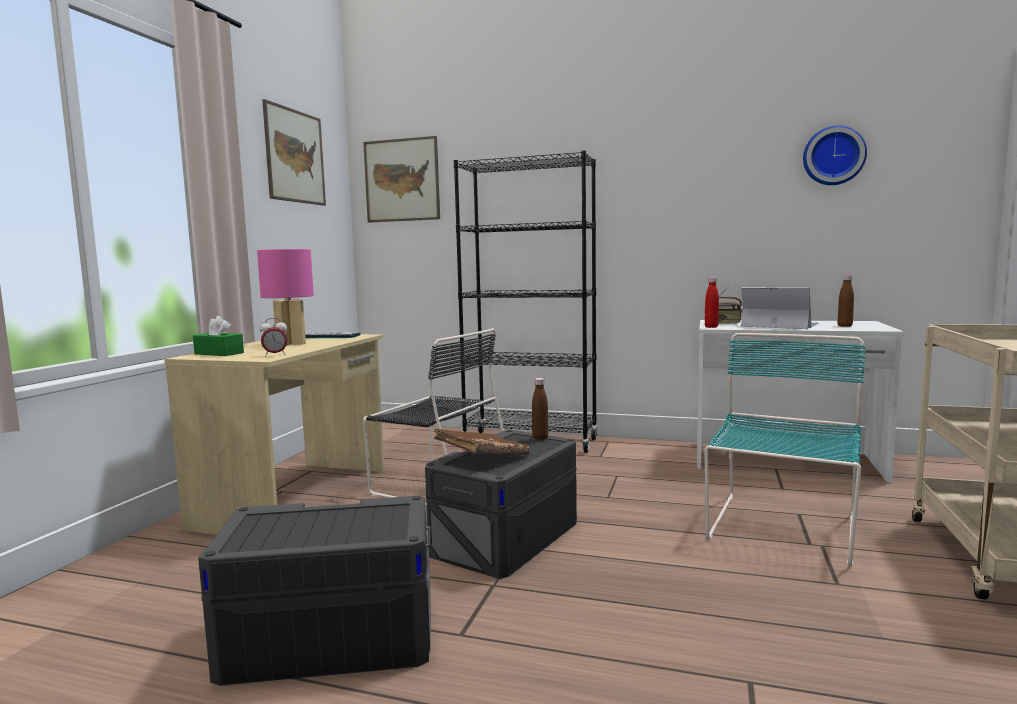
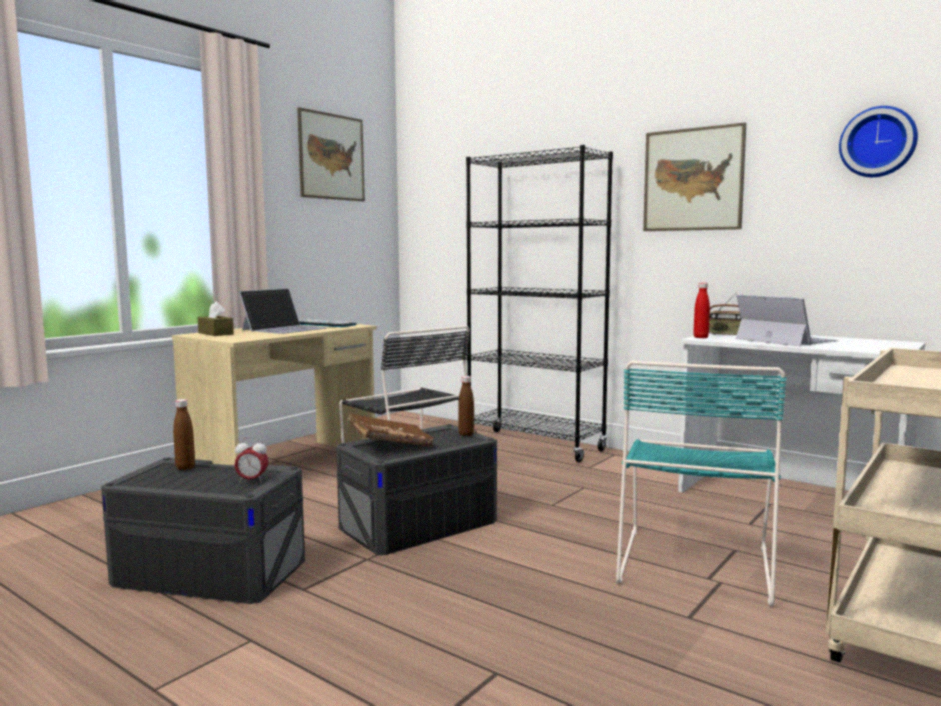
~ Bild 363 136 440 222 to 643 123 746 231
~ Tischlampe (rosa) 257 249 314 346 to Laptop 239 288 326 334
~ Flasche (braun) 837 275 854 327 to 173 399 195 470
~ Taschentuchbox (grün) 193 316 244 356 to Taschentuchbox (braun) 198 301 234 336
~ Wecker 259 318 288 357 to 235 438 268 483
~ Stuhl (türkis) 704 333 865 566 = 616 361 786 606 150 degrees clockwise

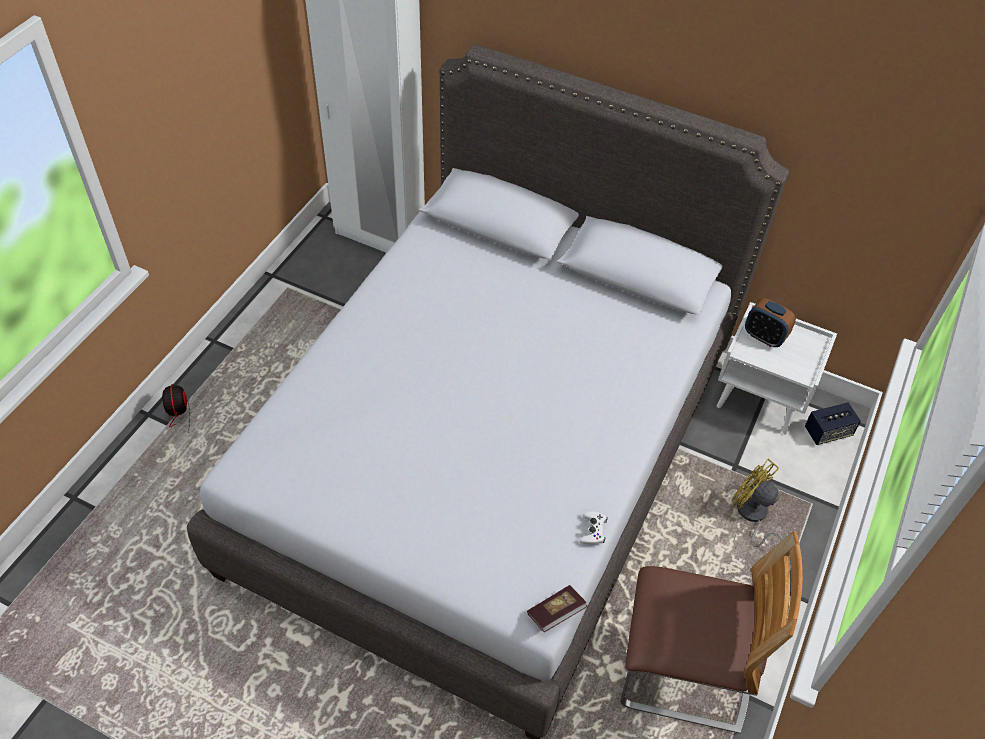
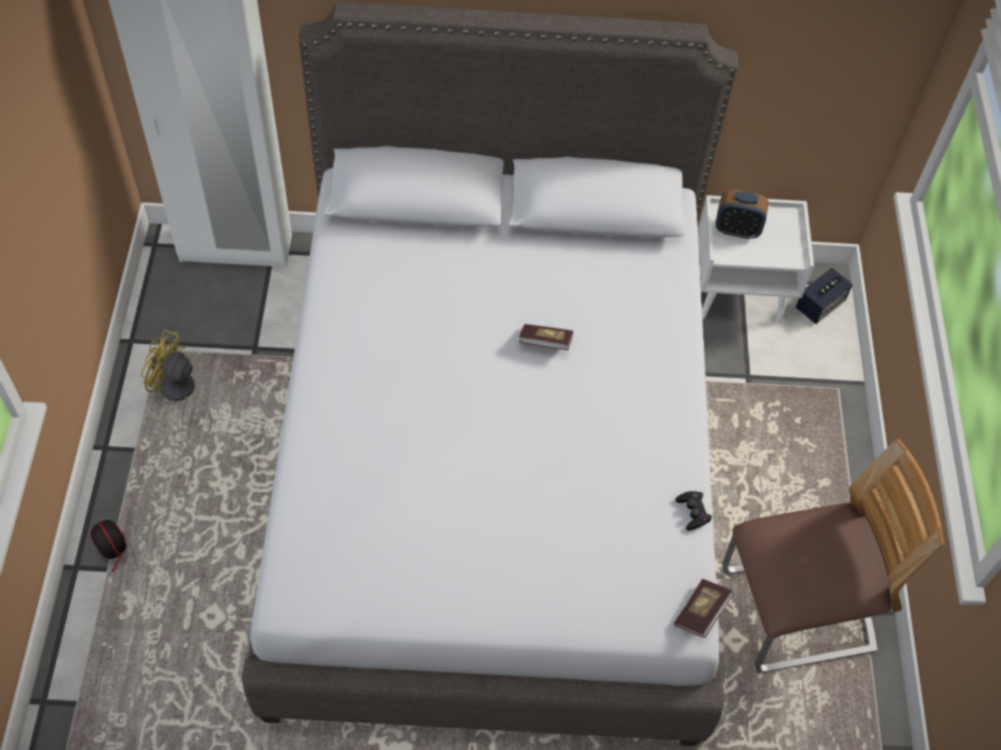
~ Ventilator (gelb) 732 459 783 547 to 141 330 212 432
~ Gamepad (weiß) 579 512 608 544 to Gamepad (schwarz) 675 491 712 531
+ Buch 519 324 573 350

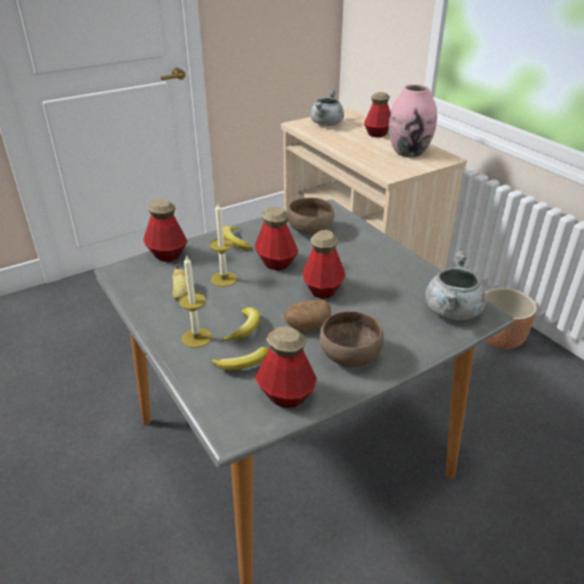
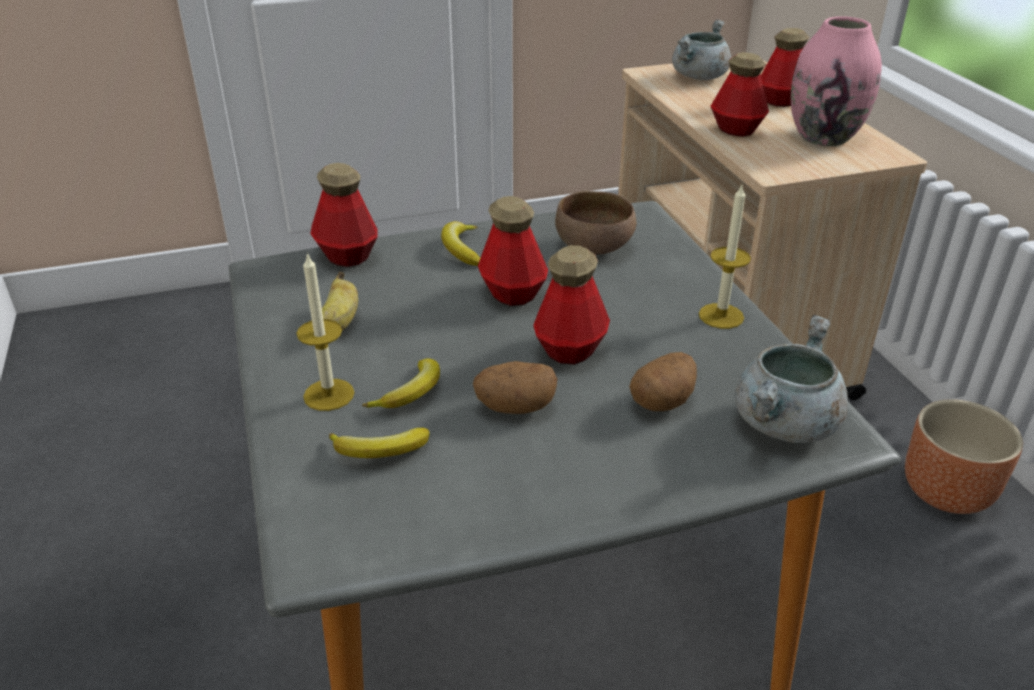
~ Kerze 210 203 237 287 to 699 185 751 329
- Schüssel (braun) 320 311 384 367
~ Flasche 255 327 317 408 to 711 52 769 137
+ Kartoffel 629 352 697 411

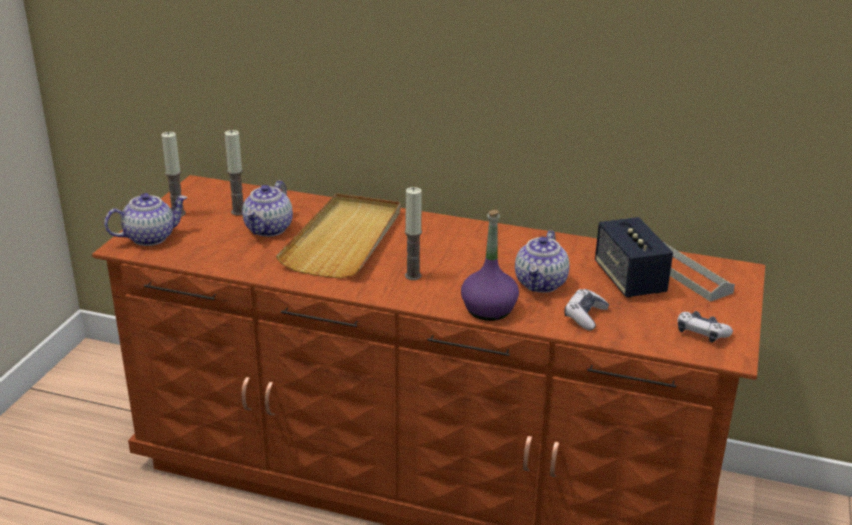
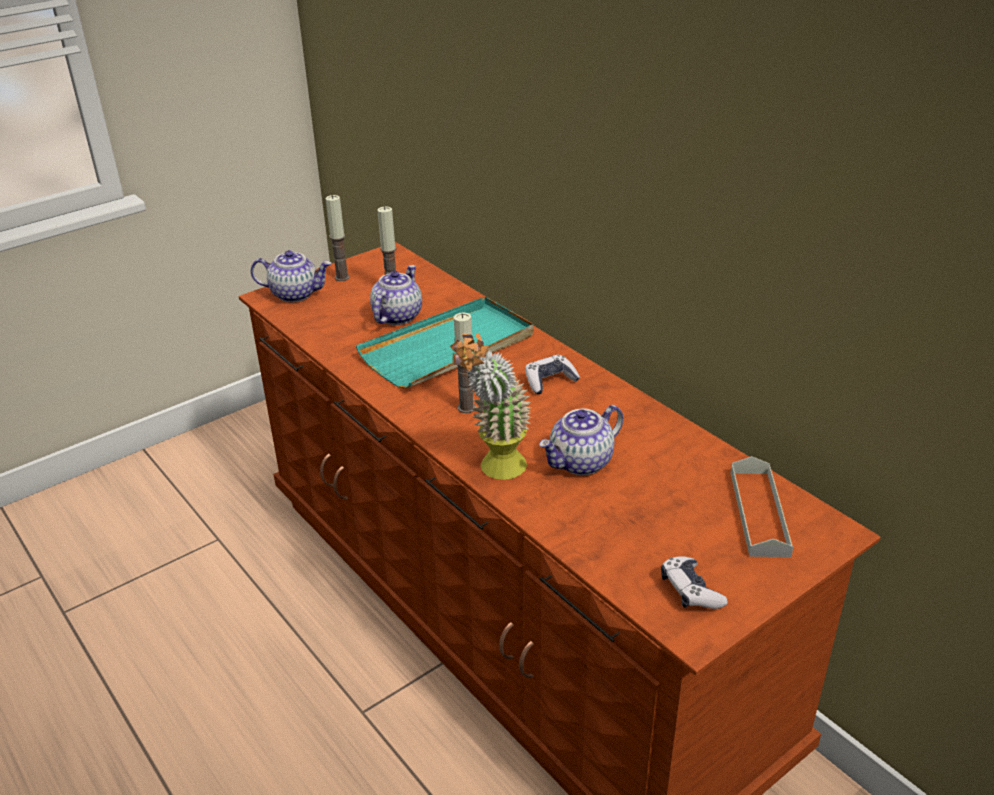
~ Teekanne 242 180 293 237 = 370 265 422 325 150 degrees clockwise
~ Tablett (beige) 276 193 400 279 to Tablett (türkis) 356 297 534 388
~ Flasche (lila) 461 210 519 321 to Topfpflanze 450 333 531 480
- Lautsprecher 595 217 673 297
~ Gamepad 564 289 609 330 to 525 355 580 394

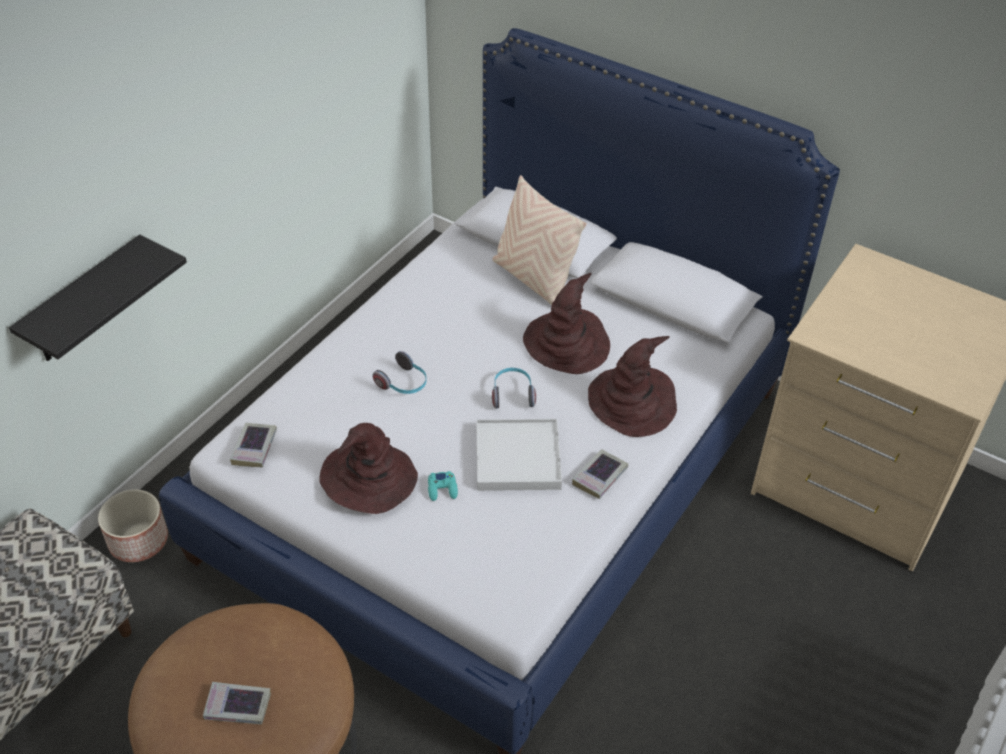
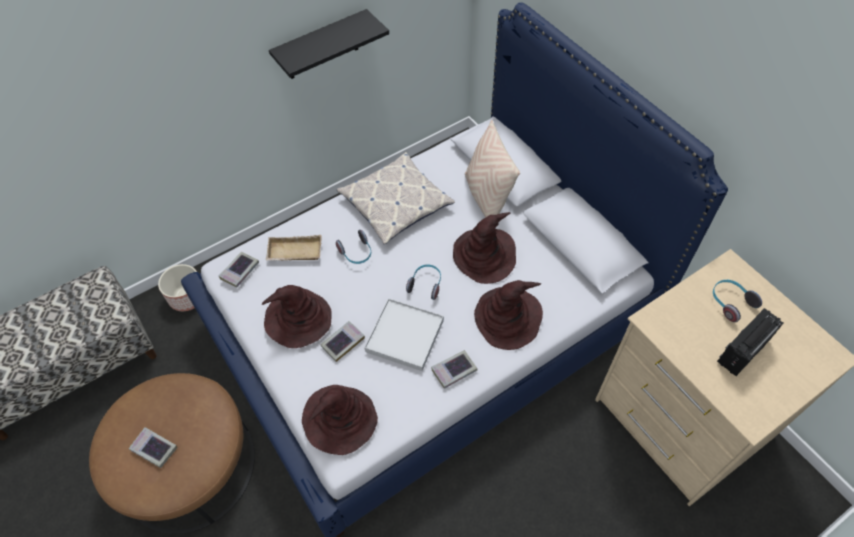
~ Wandregal (schwarz) 9 235 187 361 to 269 9 389 79
~ Gamepad (türkis) 428 471 458 501 to Buch 320 321 365 362
+ Kissen 337 152 455 244
+ Tablett (beige) 266 235 322 261
+ Kopfhörer 713 280 762 322
+ Radio 717 308 784 376
+ Hut (braun) 302 385 378 455

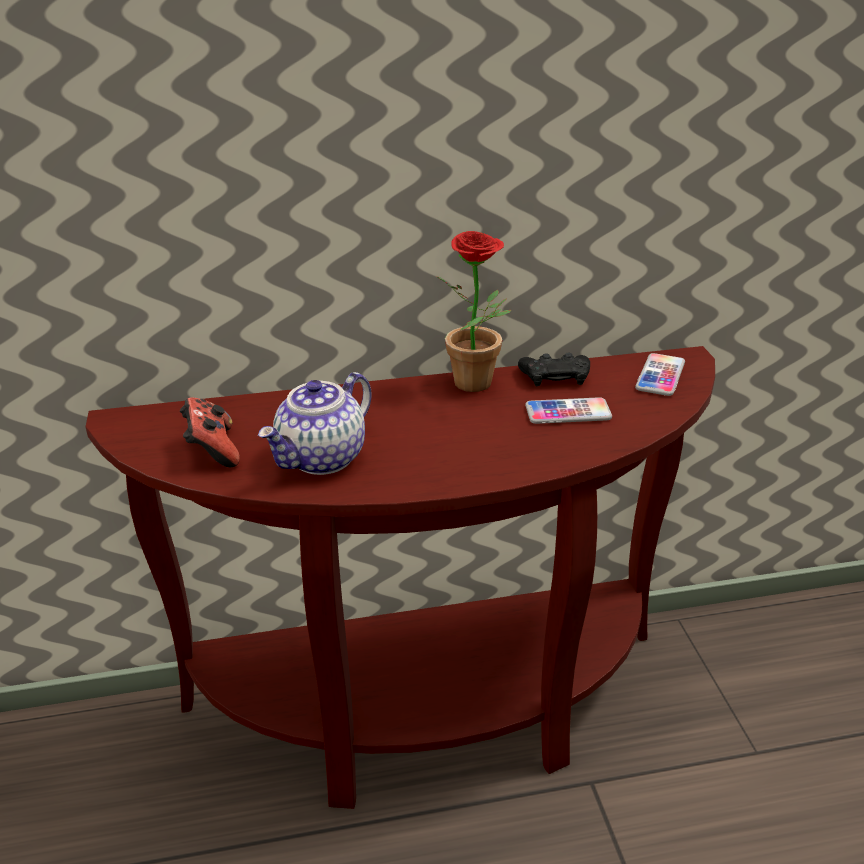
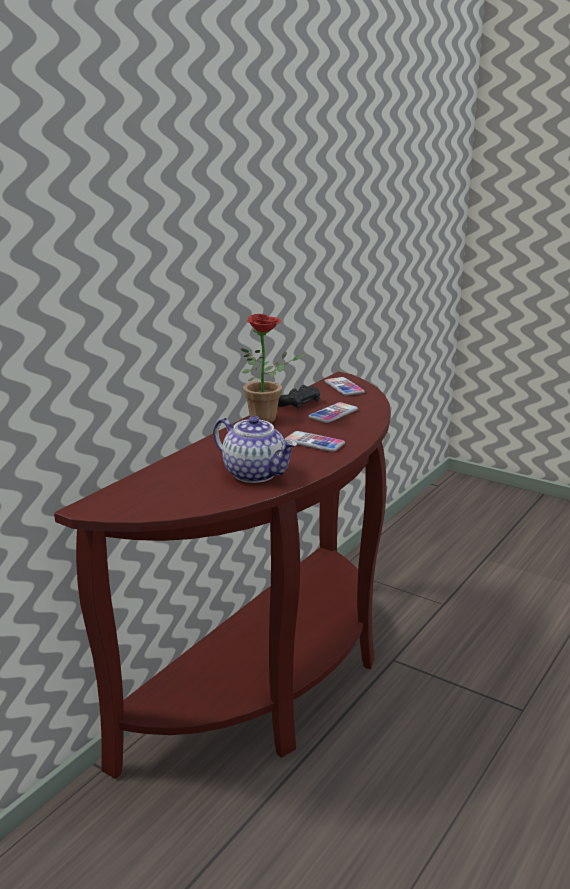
~ Teekanne 258 372 372 475 = 213 416 297 483 45 degrees counterclockwise
- Gamepad 180 397 240 467
+ Handy 285 431 345 452

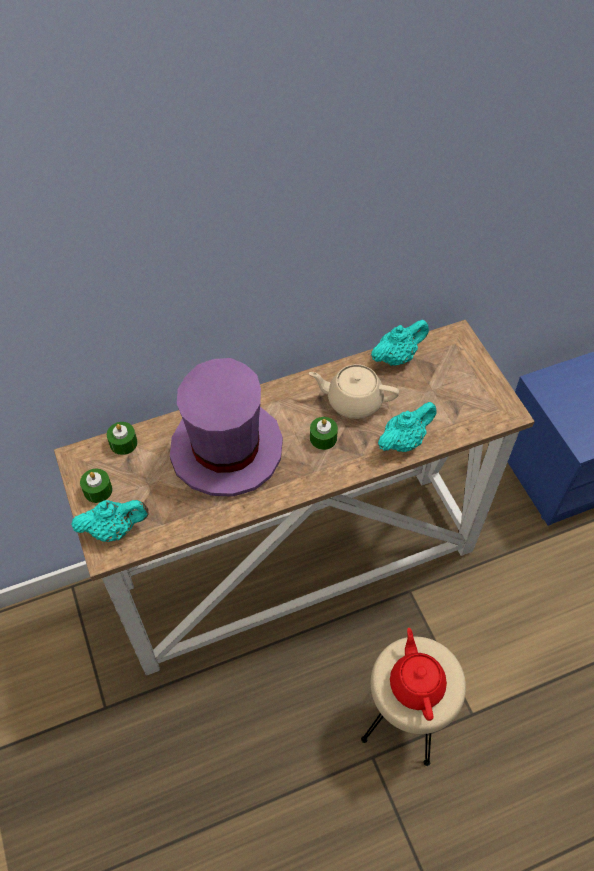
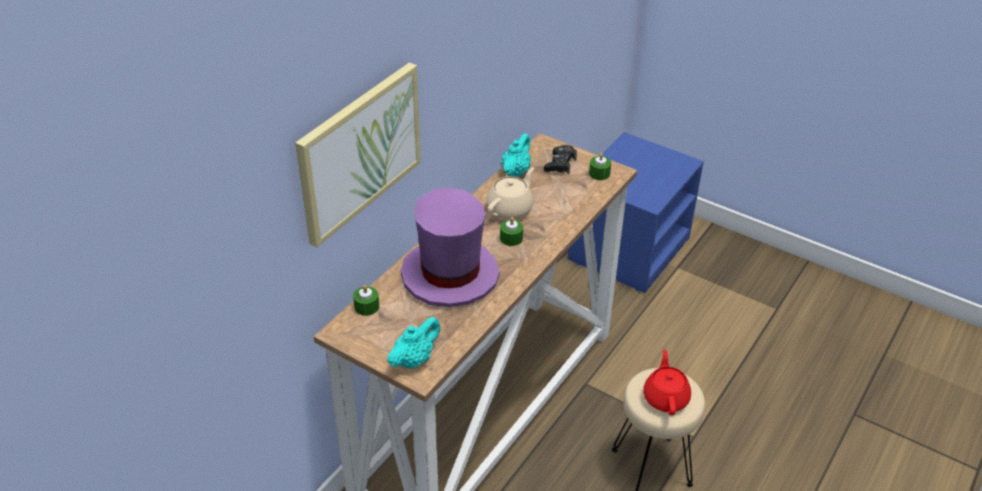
~ Teekanne (beige) 309 364 399 419 = 487 167 534 220 150 degrees clockwise
- Teekanne (türkis) 378 402 436 452
~ Kerze (grün) 80 469 113 503 to 589 153 611 180
~ Teekanne (rot) 390 628 447 721 = 643 349 691 416 45 degrees clockwise
+ Bild 295 62 421 248
+ Gamepad (schwarz) 544 145 577 175

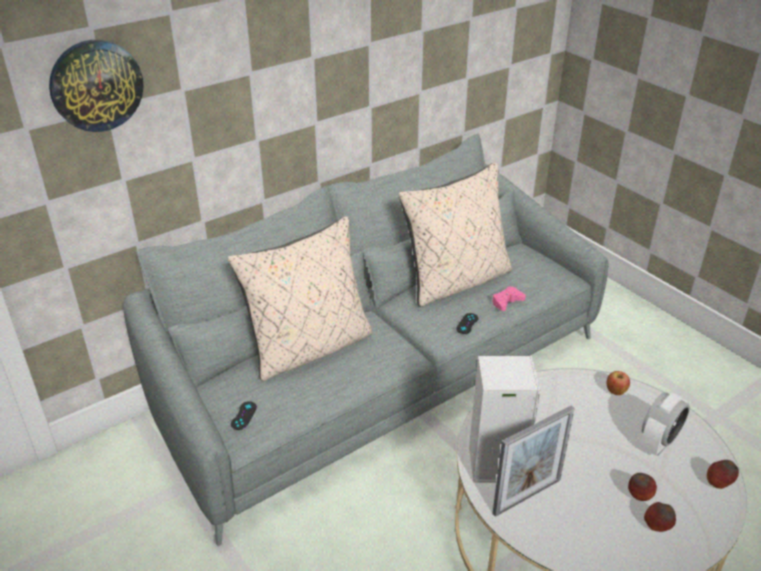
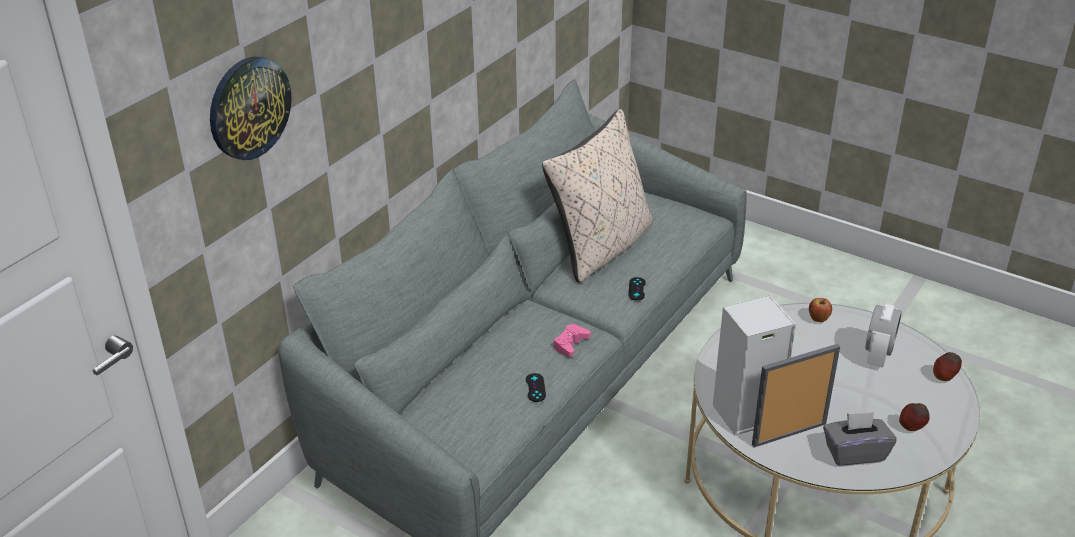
- Kissen (beige) 228 216 373 381
~ Gamepad (rosa) 492 286 526 311 to 553 324 590 357
~ Gamepad (schwarz) 231 401 257 430 to 526 373 546 402
~ Bilderrahmen 492 405 575 517 = 752 344 840 447 150 degrees counterclockwise
- Apfel 628 473 657 501
+ Taschentuchbox (grau) 823 412 897 466

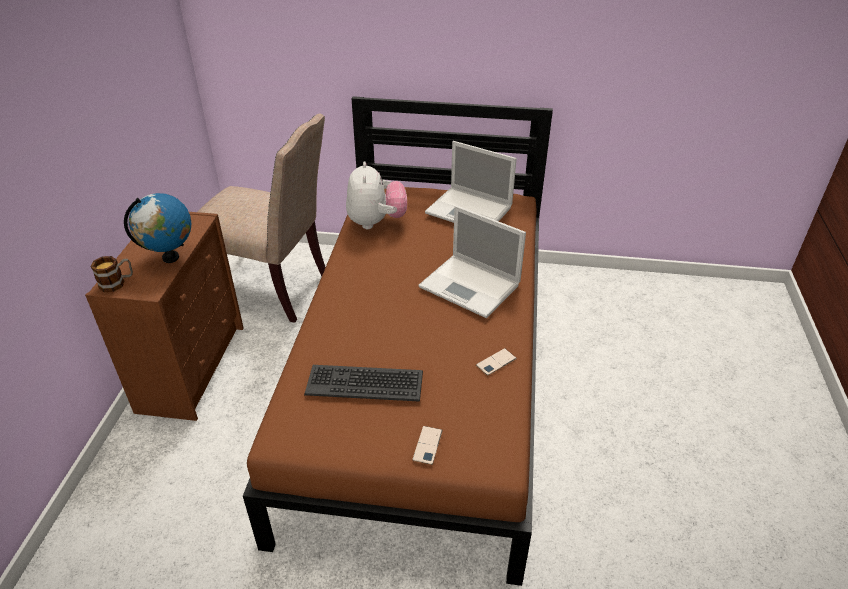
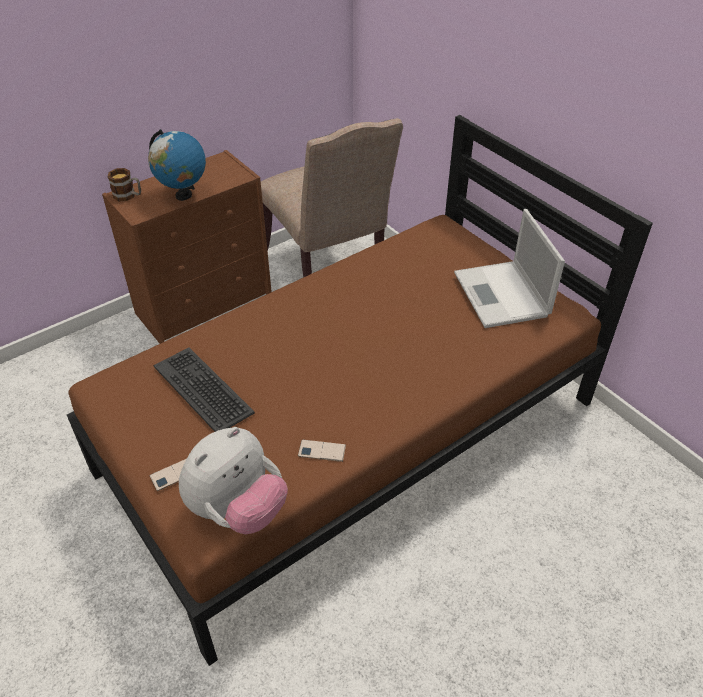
~ Plüschtier 346 161 407 229 to 179 427 288 534
- Laptop 418 205 526 318

